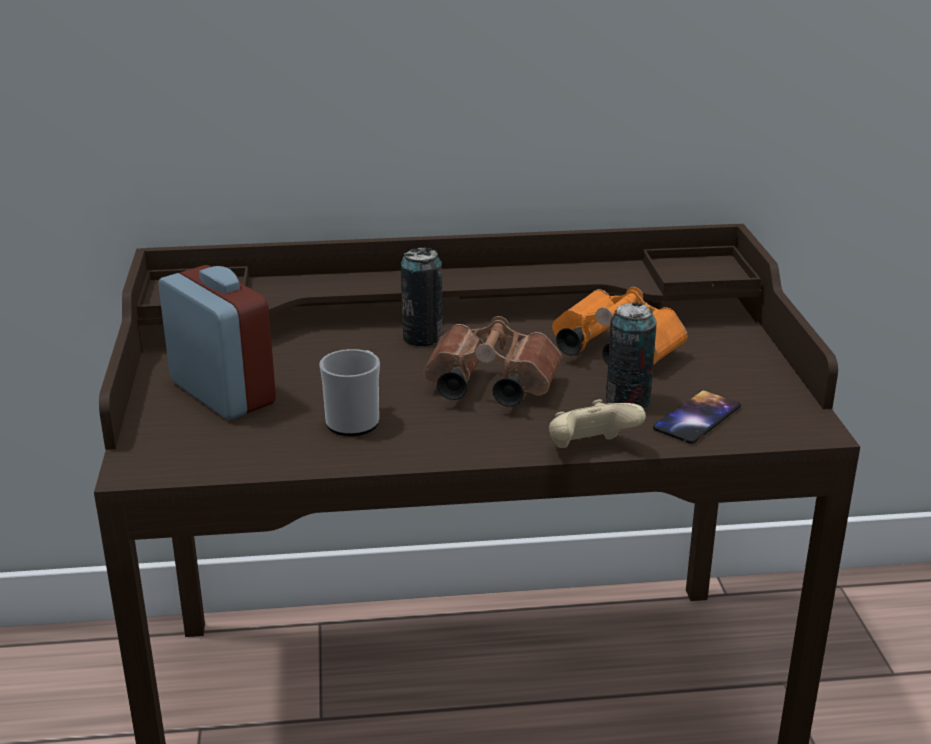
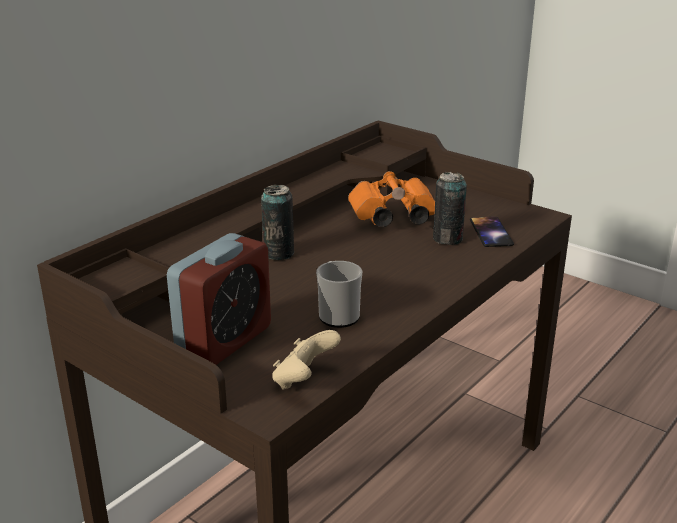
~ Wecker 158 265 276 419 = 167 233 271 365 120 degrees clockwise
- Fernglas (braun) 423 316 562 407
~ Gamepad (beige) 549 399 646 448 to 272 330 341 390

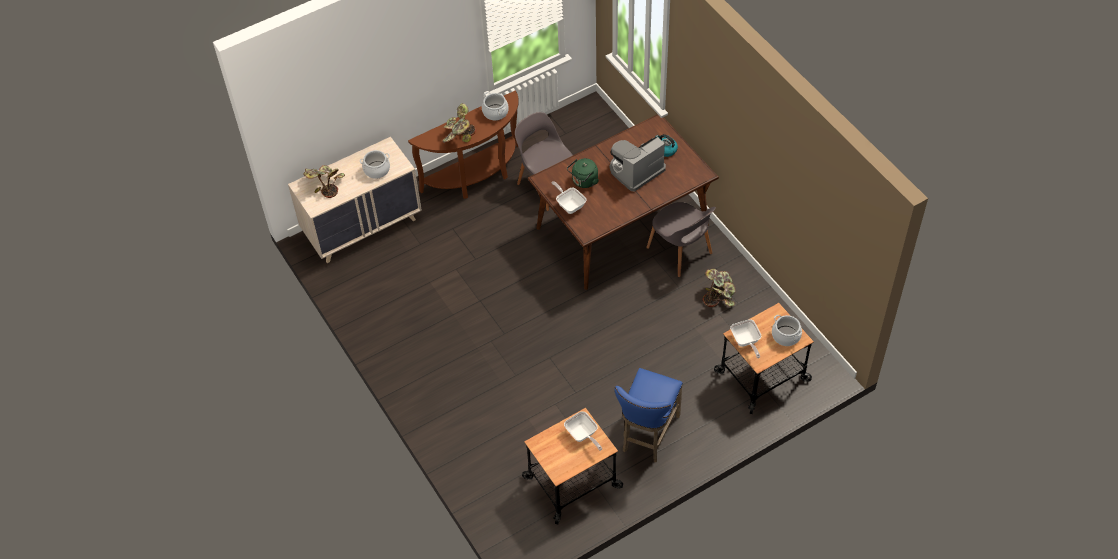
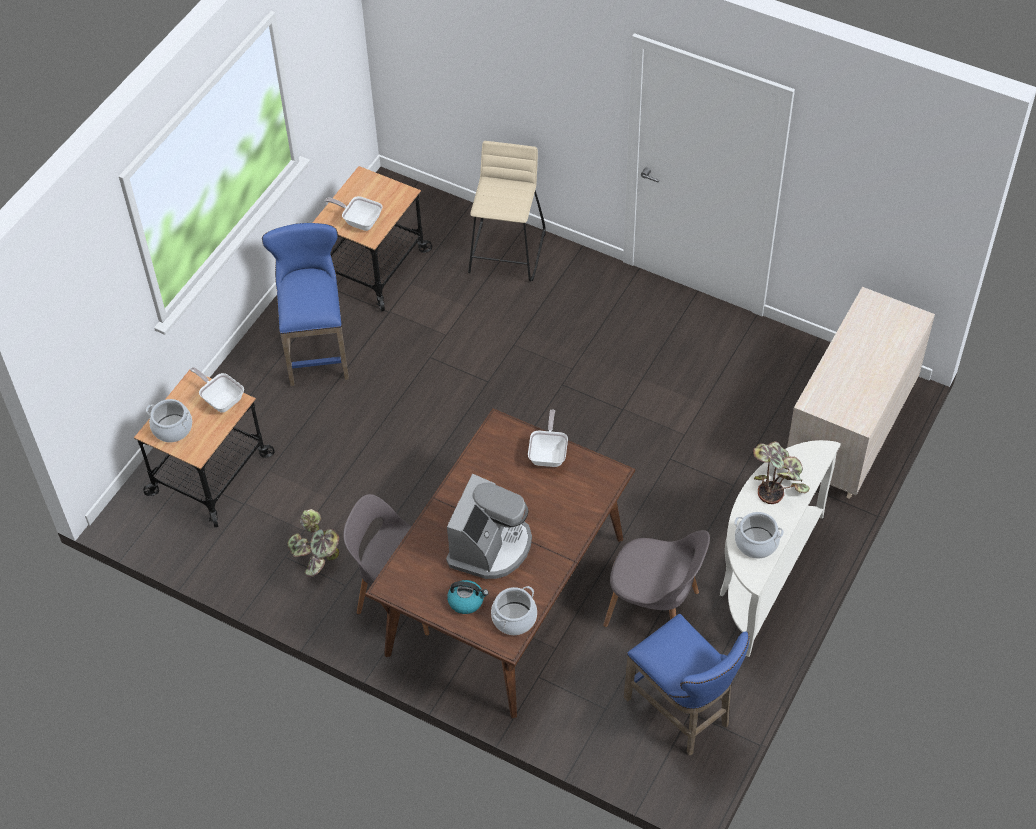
~ Konsolentisch (braun) 408 91 519 199 to Konsolentisch (weiß) 720 440 841 657
~ Kochtopf 360 150 390 179 to 491 586 537 635
- Wasserkessel (grün) 567 158 599 188
- Topfpflanze 303 165 345 198
~ Pfanne 551 181 587 214 = 528 410 568 467 105 degrees counterclockwise
+ Hocker (beige) 468 141 546 281
+ Hocker (blau) 624 614 750 755

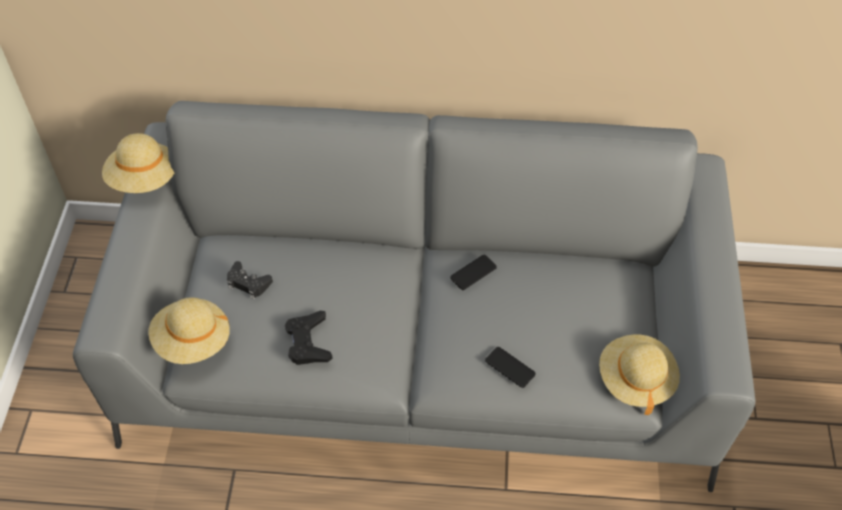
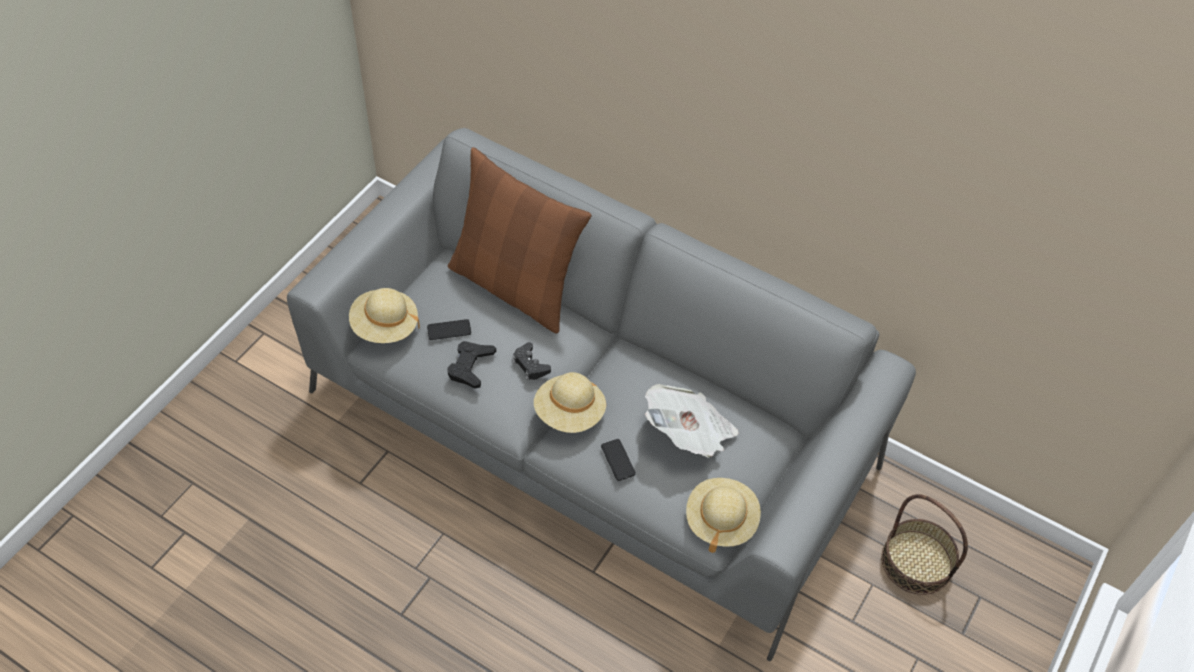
~ Hut (beige) 102 133 174 193 to 534 372 606 433
~ Handy 450 255 497 290 to 427 319 471 340
~ Gamepad (schwarz) 227 261 273 299 to 513 342 551 380
+ Kissen (braun) 447 147 591 333
+ Zeitung 645 384 739 458
+ Korb 881 494 968 595

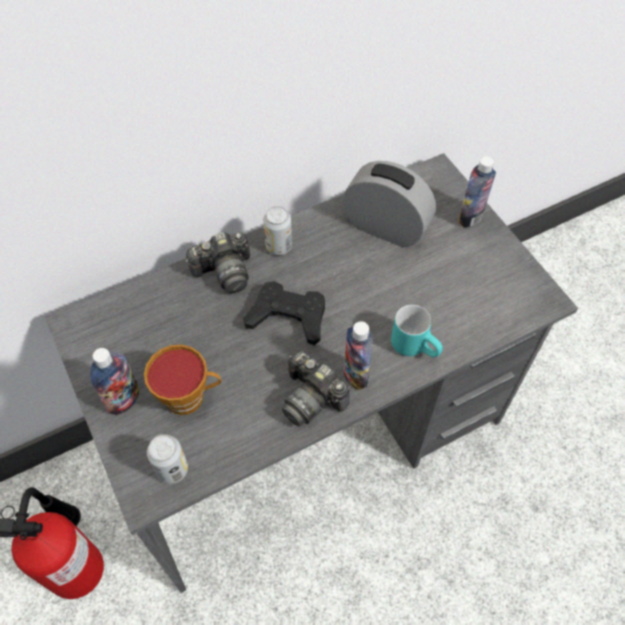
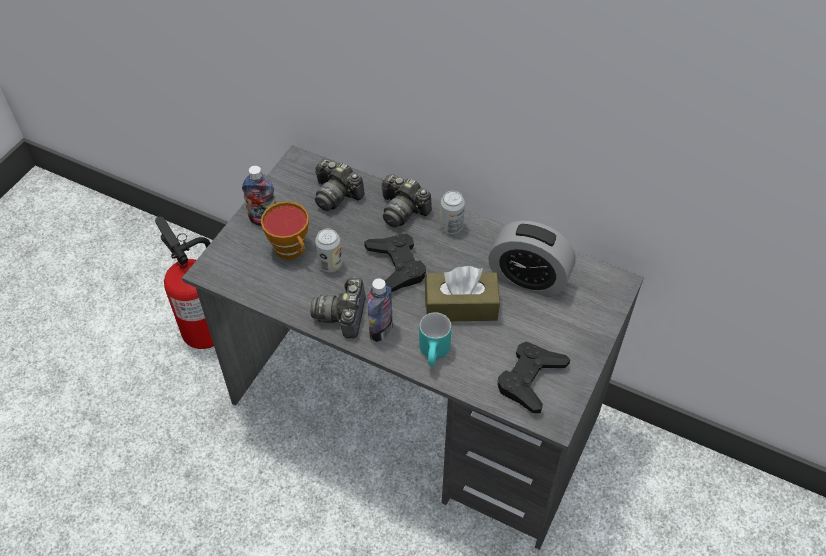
- Flasche 458 156 496 227
~ Wecker 342 161 436 248 = 488 221 576 297 120 degrees clockwise
~ Dose 147 434 188 484 to 315 228 342 272
+ Kamera 315 159 365 211
+ Taschentuchbox (braun) 425 266 500 321
+ Gamepad (schwarz) 497 342 570 413

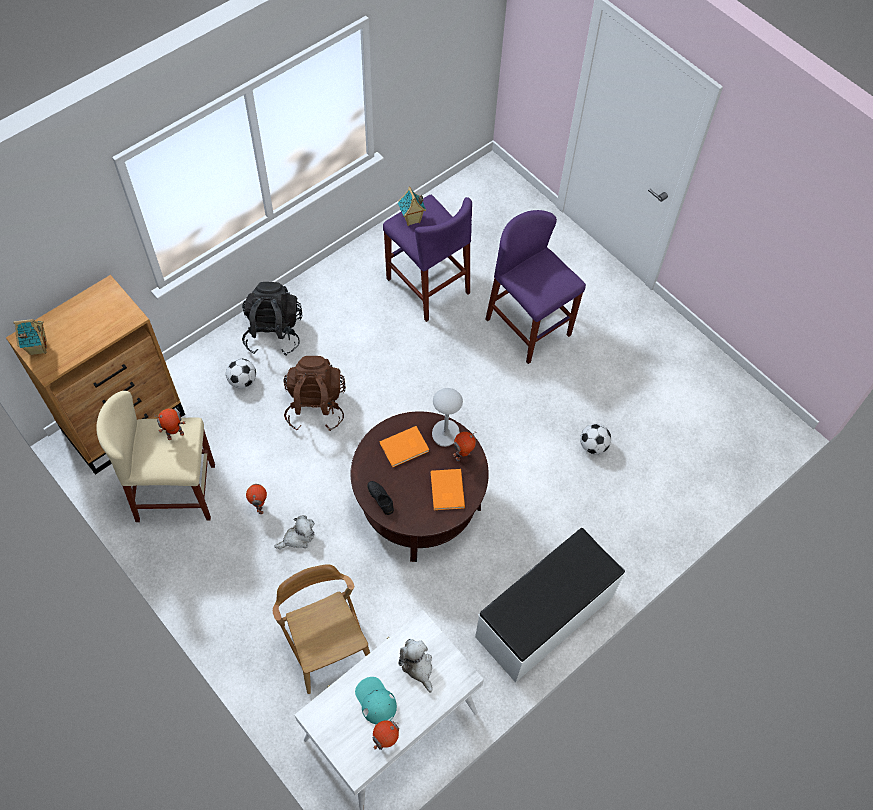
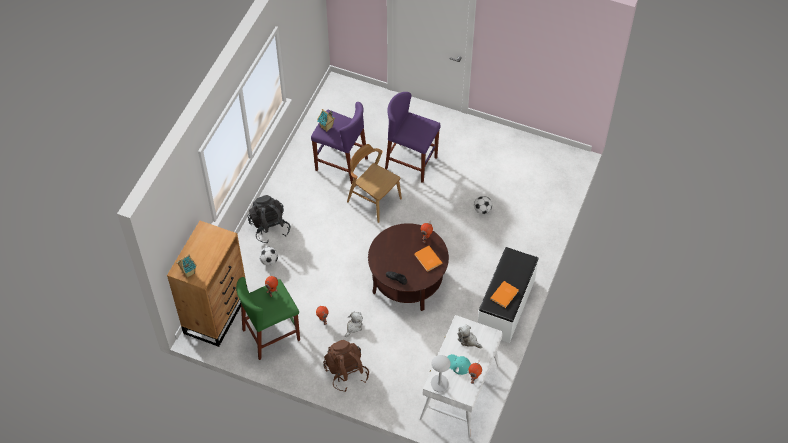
~ Rucksack (braun) 283 356 346 431 to 323 340 369 392
~ Tischlampe (grau) 432 388 463 447 to 431 355 451 392
~ Hocker (beige) 96 391 215 522 to Hocker (grün) 236 277 300 360
~ Buch (orange) 380 426 429 467 to 490 281 519 308
~ Stuhl (braun) 273 564 370 694 to 347 144 402 223

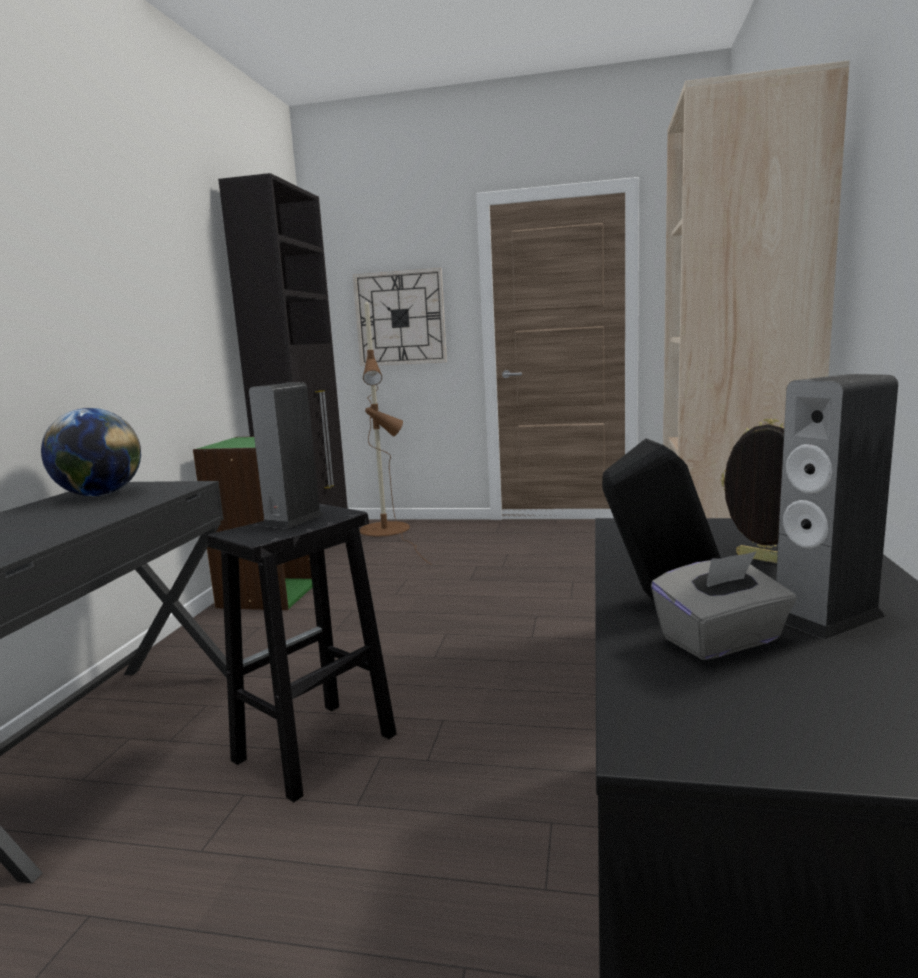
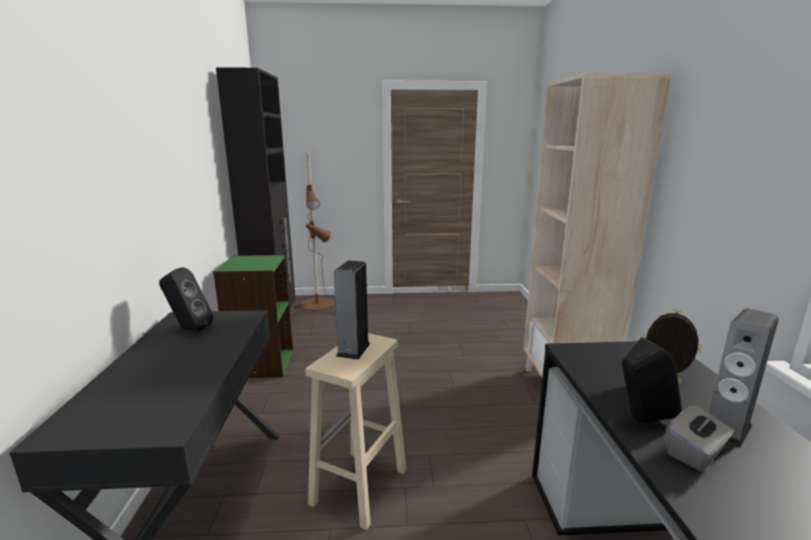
- Wanduhr 353 268 447 366
~ Globus 41 408 141 496 to Lautsprecher (schwarz) 159 267 213 331
~ Hocker (schwarz) 207 504 397 802 to Hocker (beige) 306 333 406 530

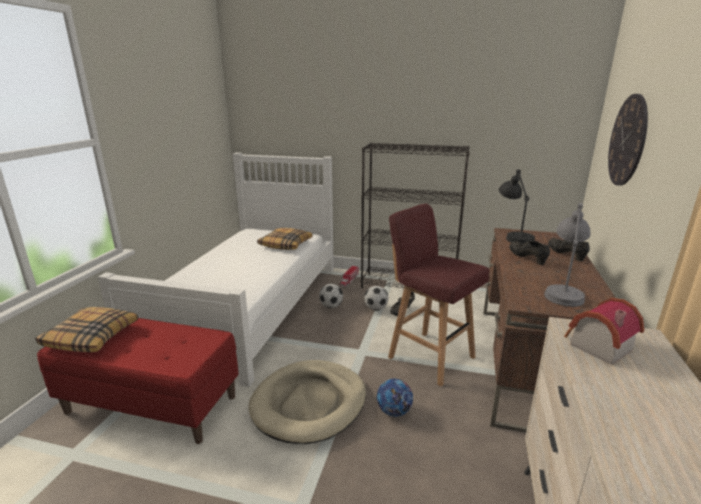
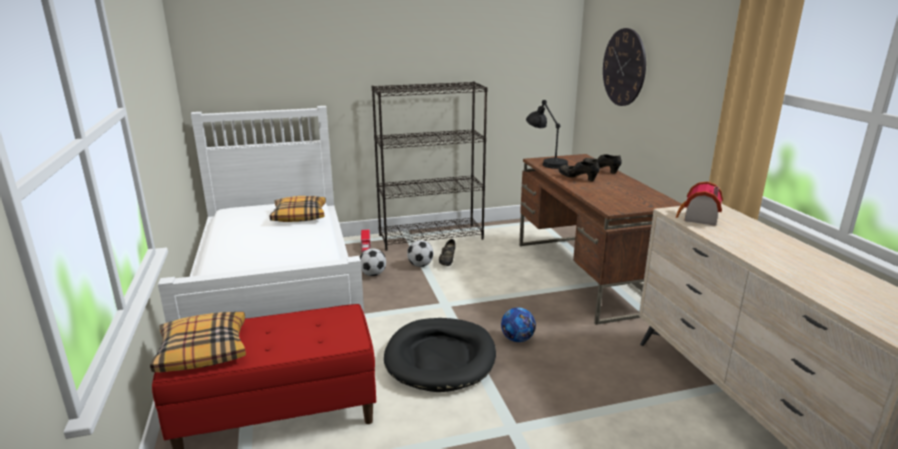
- Tischlampe (grau) 544 203 591 307
- Hocker (rot) 388 204 490 386
~ Hundebett (beige) 248 360 366 444 to Hundebett (schwarz) 384 318 496 392

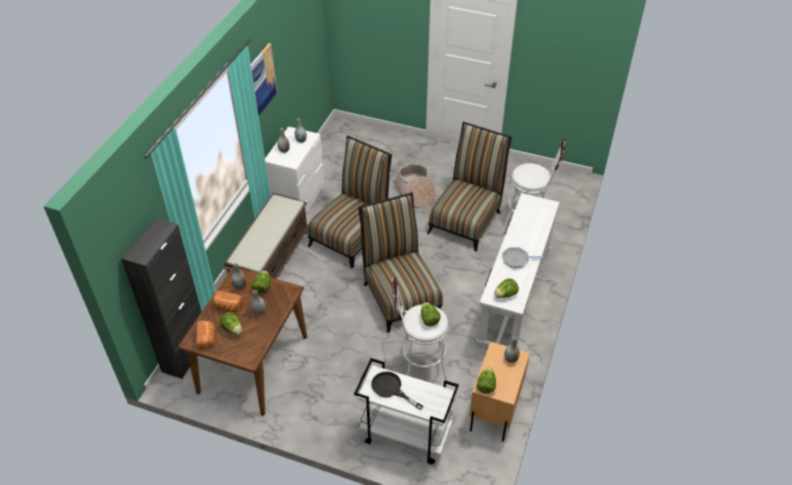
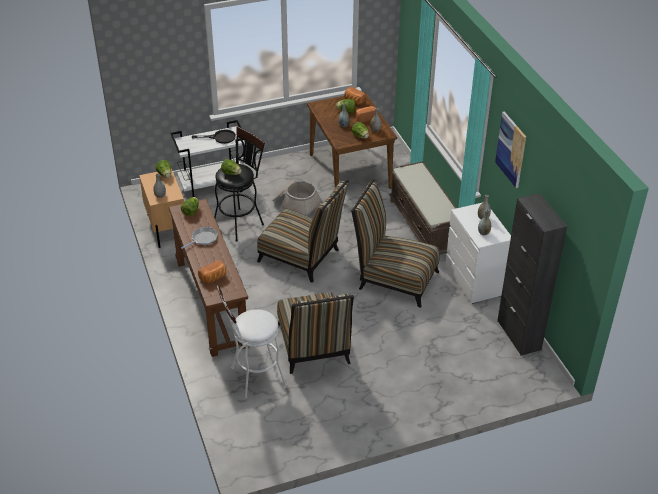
~ Stuhl 308 135 392 268 = 351 179 440 308 120 degrees clockwise
~ Korb 393 164 436 207 to 272 179 323 216
~ Konsolentisch (weiß) 476 193 560 349 to Konsolentisch (braun) 169 199 249 357
~ Schrank (schwarz) 121 218 202 379 to 497 193 567 356
~ Hocker (weiß) 392 276 448 381 to Hocker (schwarz) 214 126 265 242
+ Brot 198 260 226 283

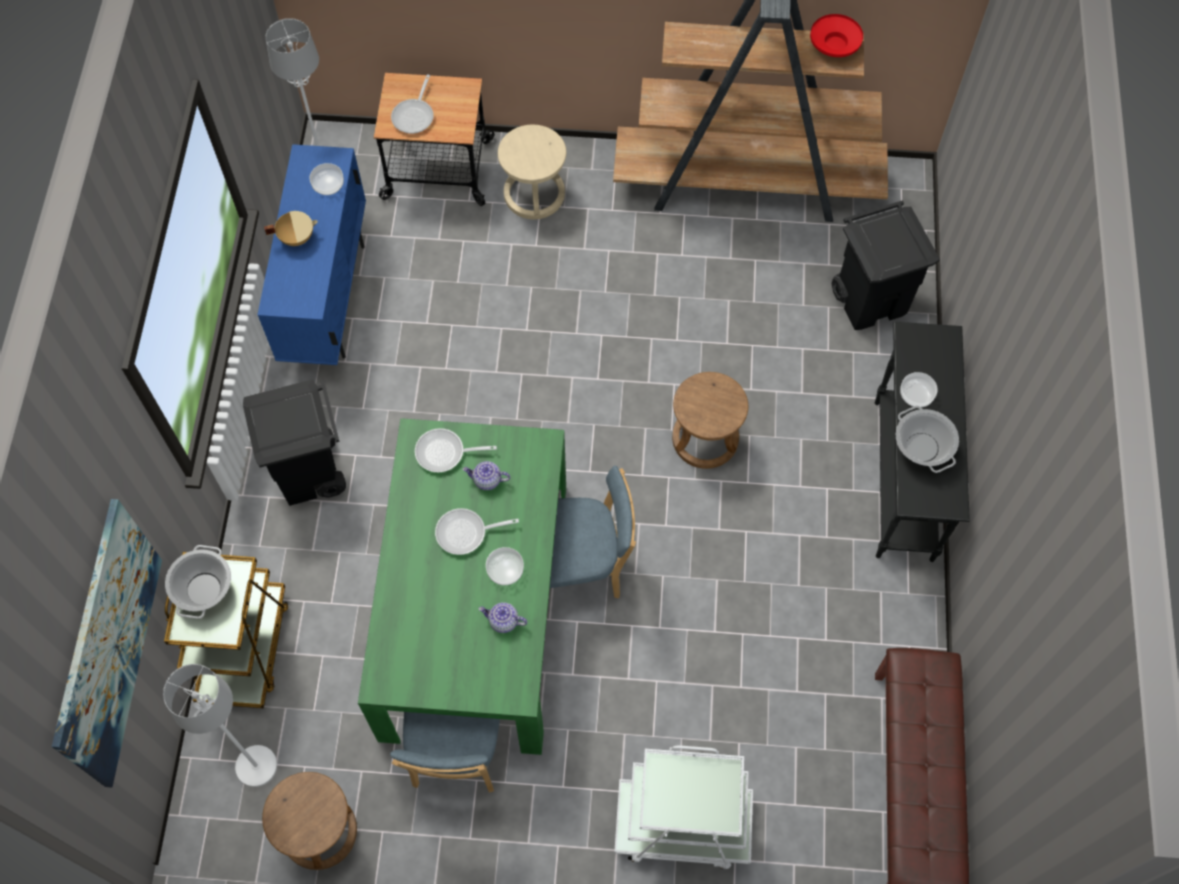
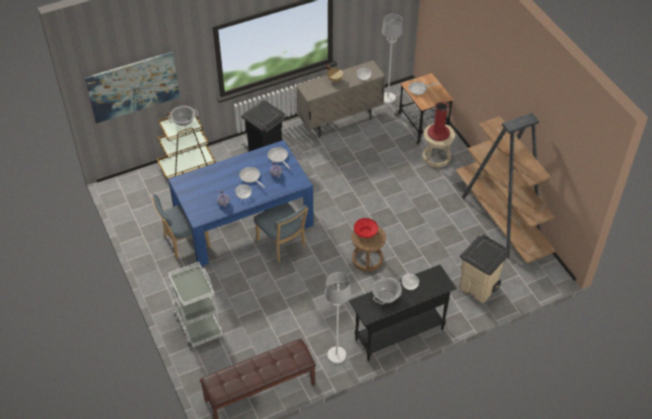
~ Schüssel (rot) 810 14 863 57 to 354 218 378 238
~ Schrank (blau) 257 144 366 365 to Schrank (beige) 296 60 385 137
~ Mülleimer (schwarz) 831 200 940 330 to Mülleimer (beige) 460 234 510 303
~ Esstisch (grün) 358 418 566 755 to Esstisch (blau) 168 140 314 267
~ Stehlampe (weiß) 163 664 277 787 to 325 272 351 364
- Hocker (braun) 262 772 357 870
+ Vase (rot) 427 102 450 141

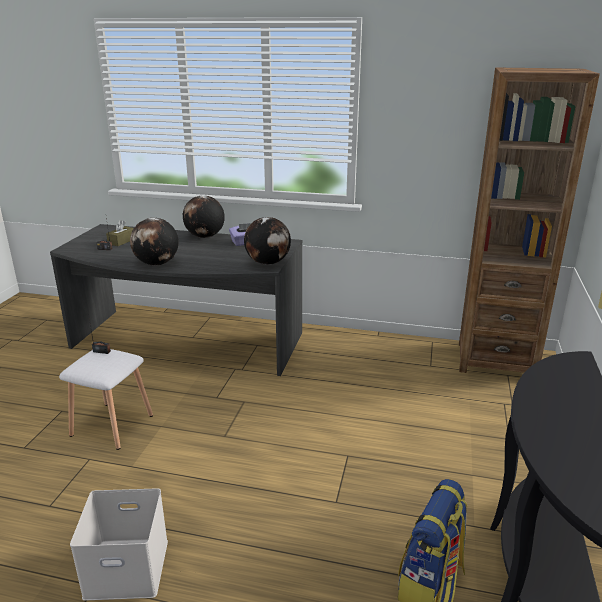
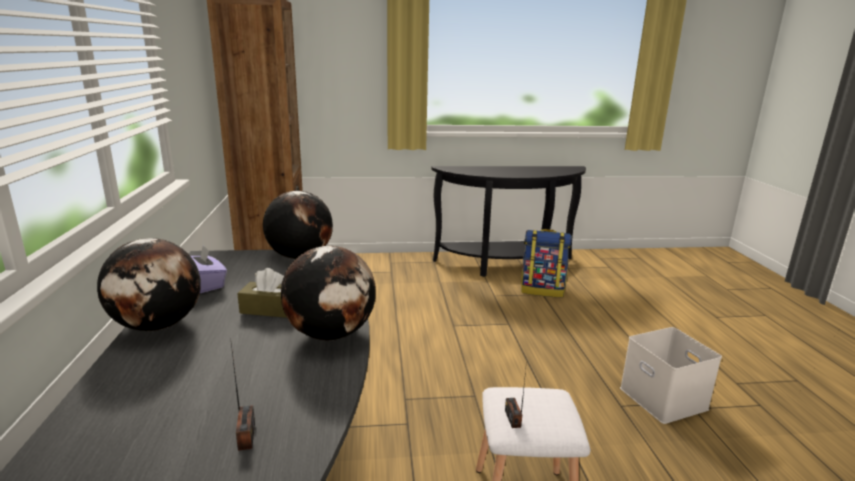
~ Taschentuchbox (braun) 106 220 134 246 to 237 268 287 318

